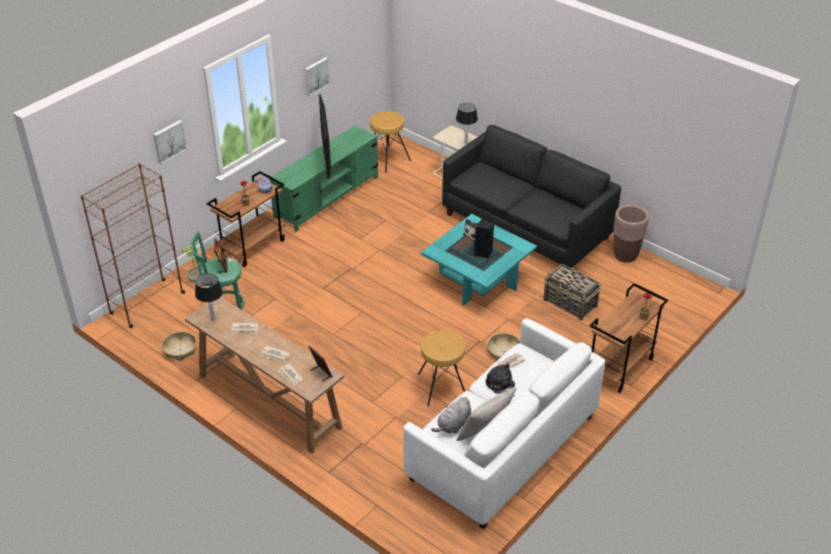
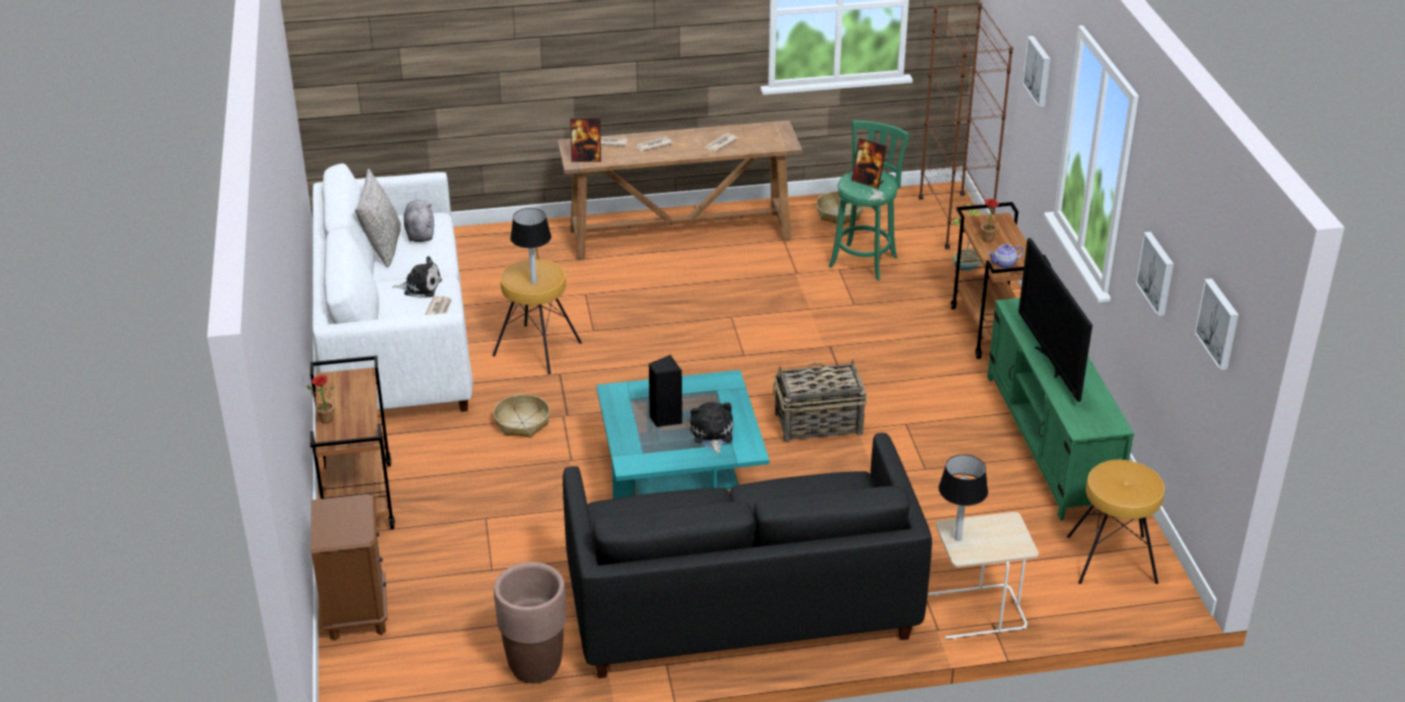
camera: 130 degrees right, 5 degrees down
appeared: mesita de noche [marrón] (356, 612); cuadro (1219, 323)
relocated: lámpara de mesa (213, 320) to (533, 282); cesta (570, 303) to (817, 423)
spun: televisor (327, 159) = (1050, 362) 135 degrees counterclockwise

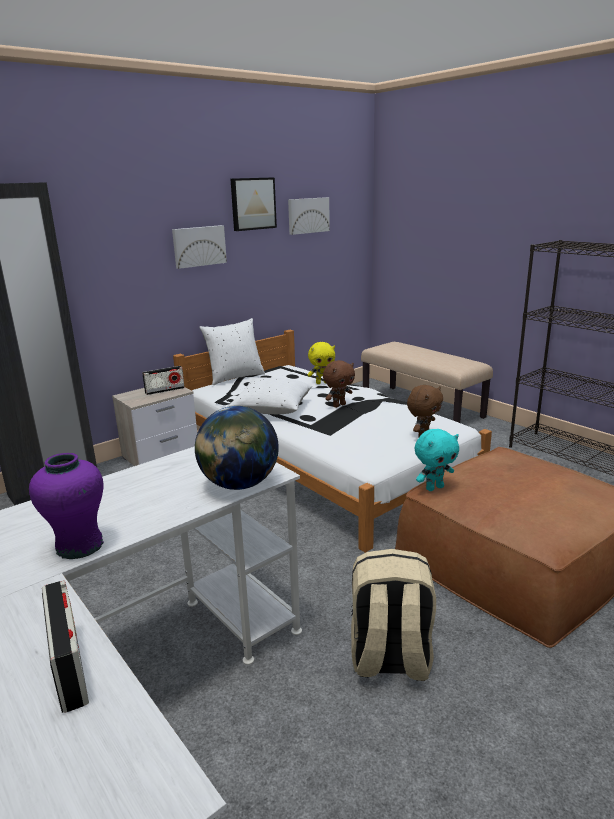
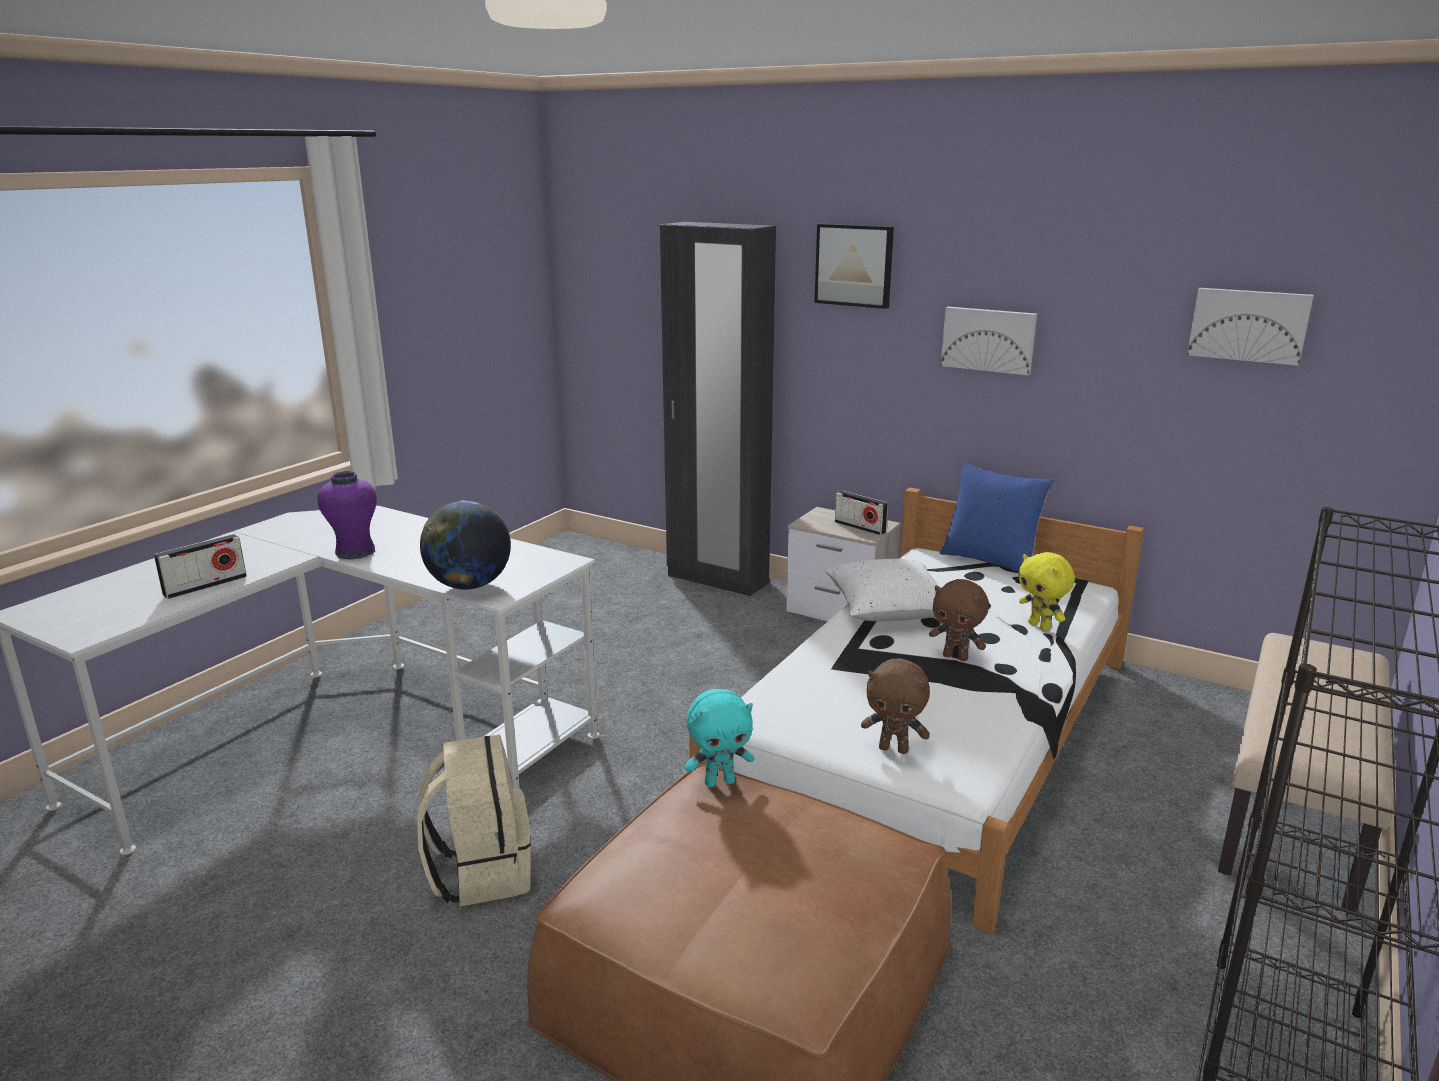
camera: 70 degrees right, 0 degrees up
relocated: cuadro (252, 204) to (854, 265)
colour: cojín [blanco] (235, 377) to cojín [azul] (990, 560)
spun: peluche [turquesa] (434, 487) = (720, 782) 60 degrees counterclockwise

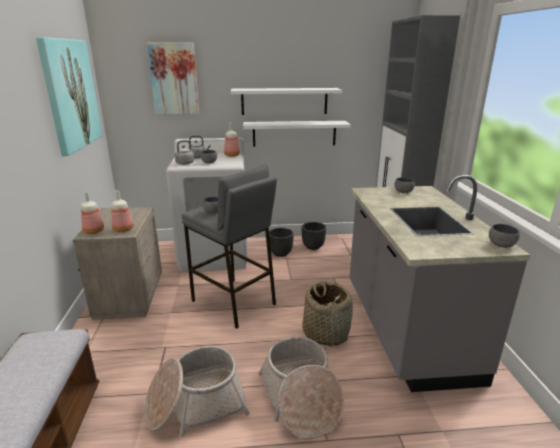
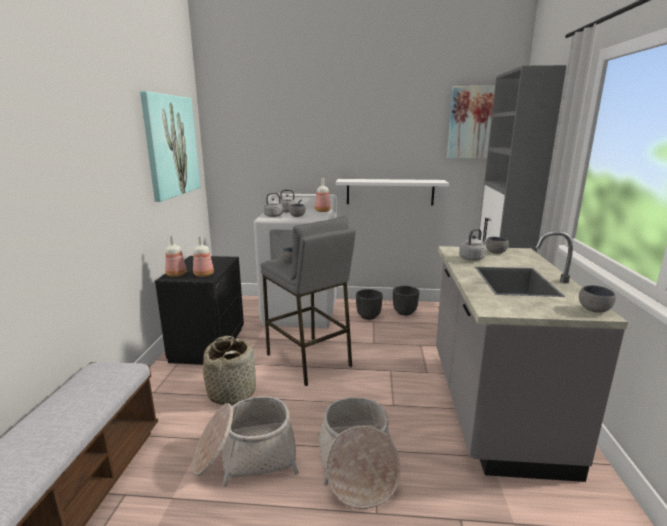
camera: 10 degrees right, 5 degrees down
missing: estante [blanco] (284, 101)
appeared: hervidor [gris] (472, 258)
relocated: cesta (326, 333) to (232, 393); cuadro (174, 79) to (472, 123)
colour: mesita de noche [beis] (128, 296) to mesita de noche [negro] (207, 345)

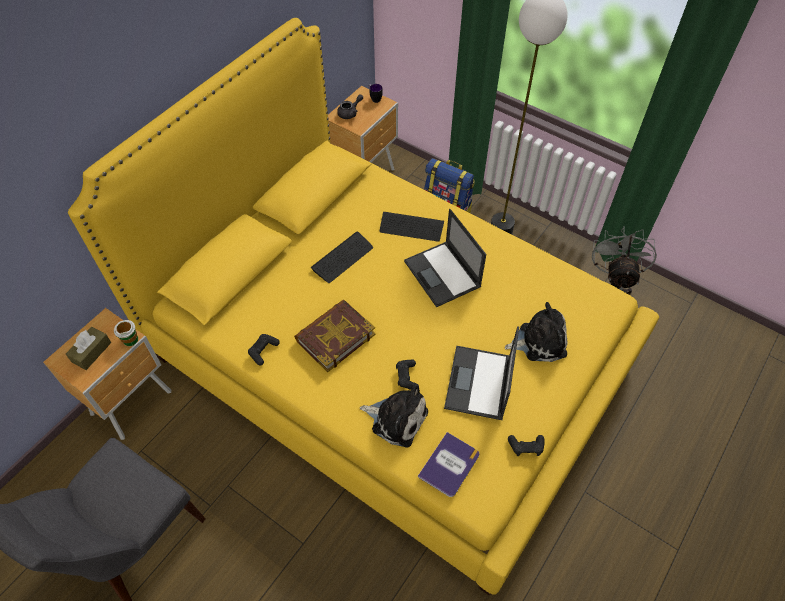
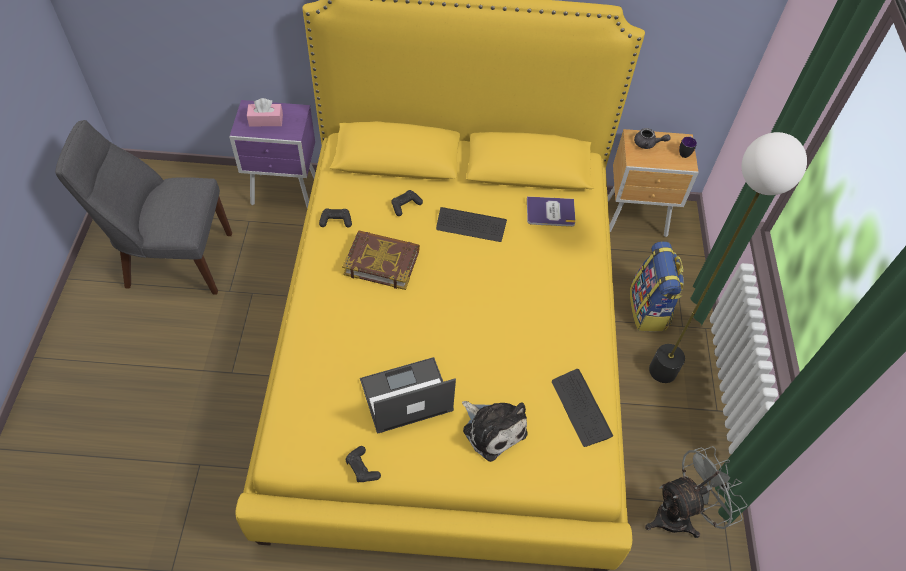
camera: 55 degrees right, 0 degrees up
missing: taza (130, 339); peluche (396, 418); portátil (443, 274)
relocated: mando de consola [negro] (407, 377) to (405, 205); libro (449, 465) to (550, 212); teclado (411, 227) to (581, 408)
colour: mesita de noche [marrón] (134, 402) to mesita de noche [morado] (286, 192); caja de pañuelos [marrón] (91, 352) to caja de pañuelos [rosa] (266, 120)

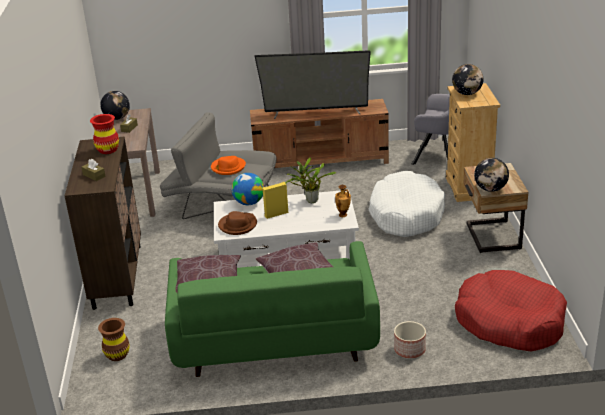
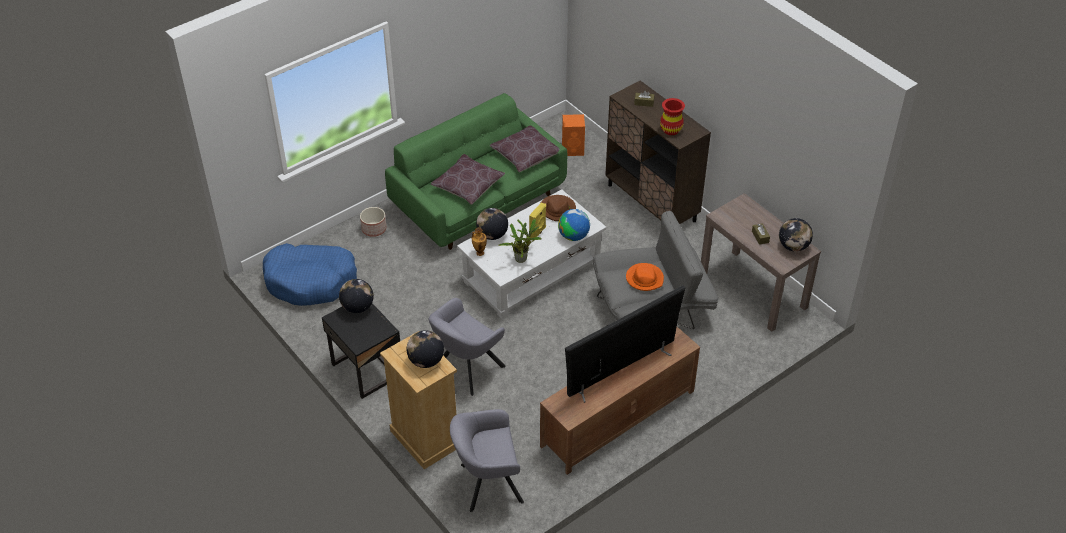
camera: 145 degrees right, 15 degrees up
appeared: globo terráqueo (492, 235)
exchanged: cama para perro [blanco] (406, 214) to sillón [gris] (466, 369); florero [marrón] (117, 355) to altavoz [naranja] (573, 149)
colour: cama para perro [rojo] (509, 322) to cama para perro [azul] (311, 281); mesita de noche [beis] (491, 237) to mesita de noche [negro] (366, 370)

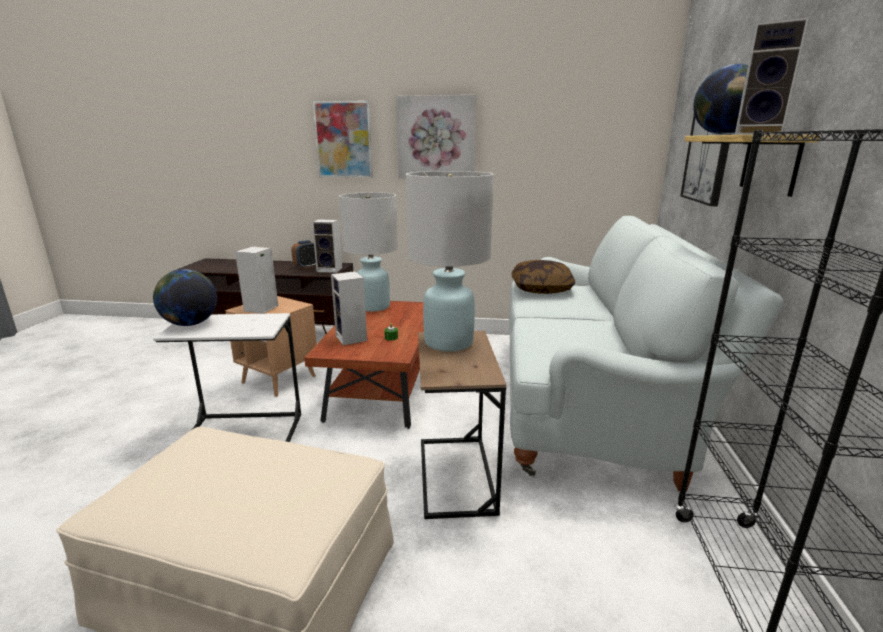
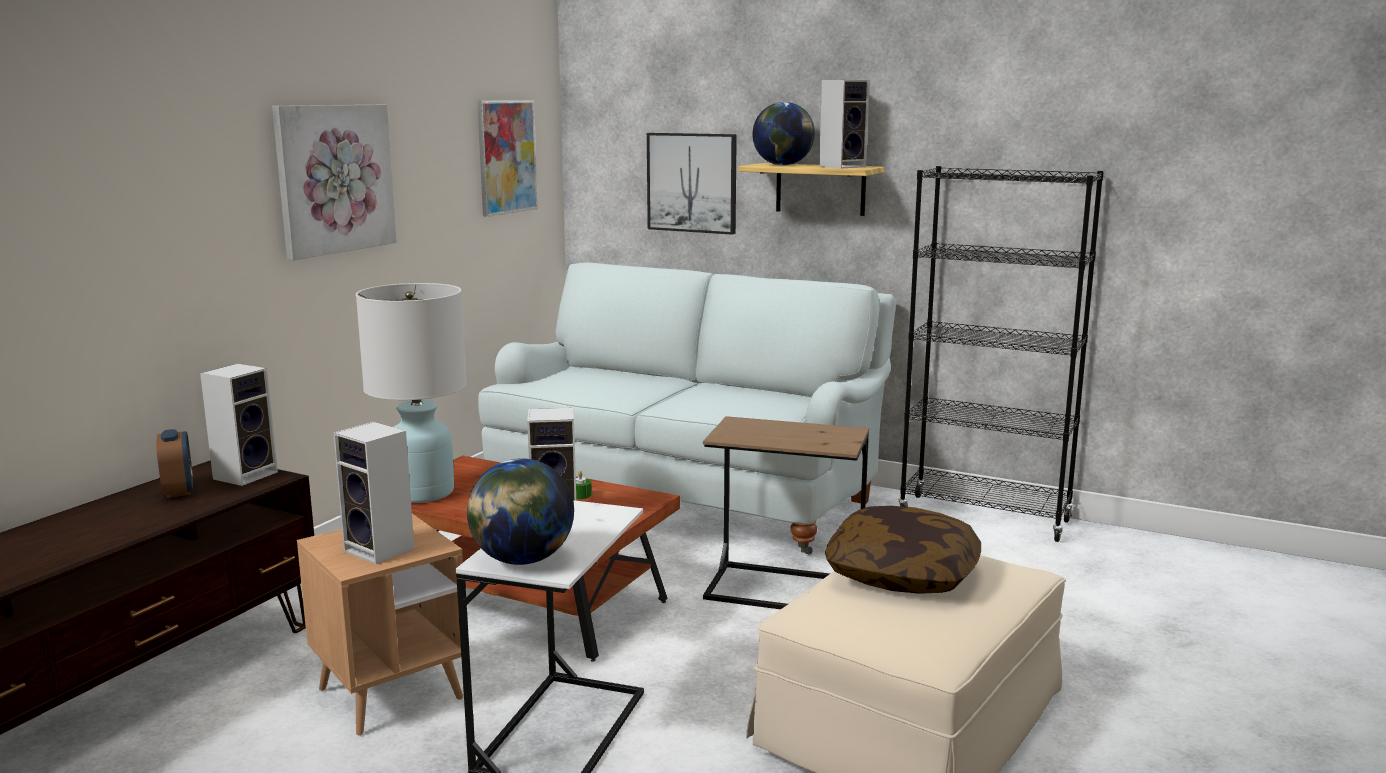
camera: 70 degrees left, 5 degrees down
missing: lámpara de mesa [blanco] (449, 342)
relocated: cuadro (343, 140) to (506, 157); cojín (541, 289) to (902, 574)

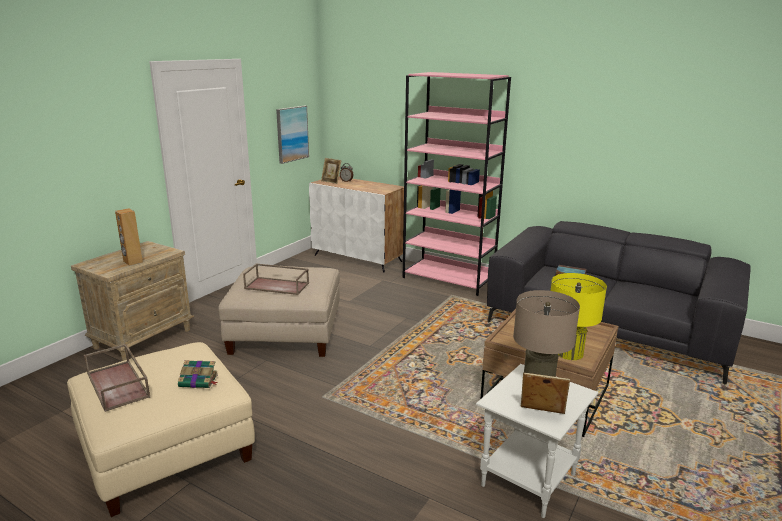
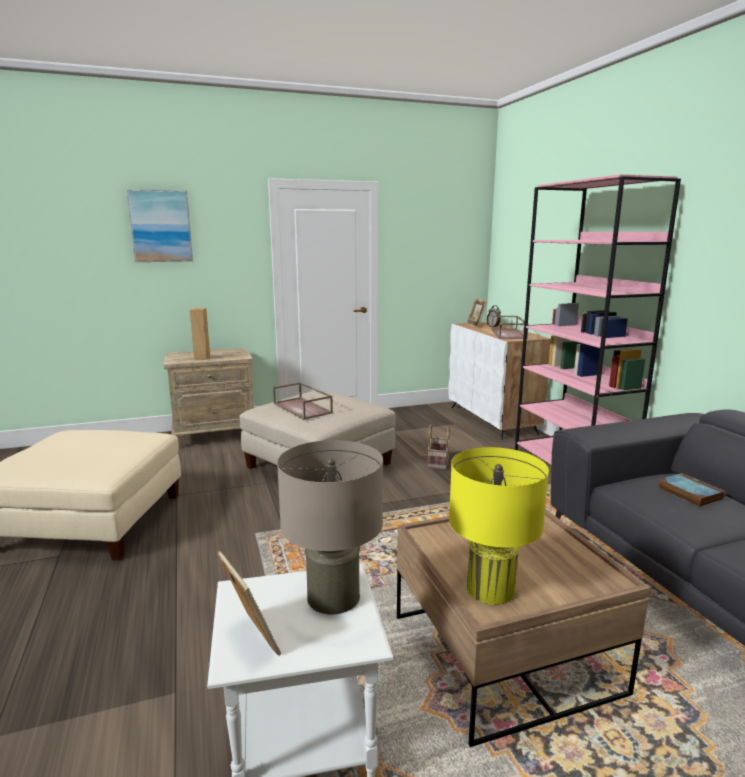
camera: 40 degrees right, 5 degrees down
missing: libro (199, 381)
appeared: cesta (437, 462)
relocated: cuadro (292, 134) to (160, 226); bandeja [marrón] (119, 385) to (509, 334)

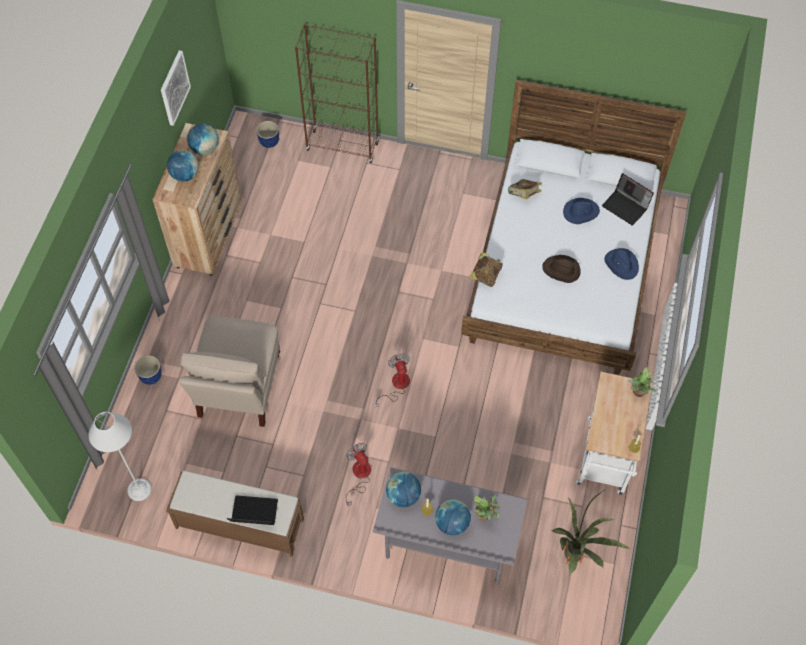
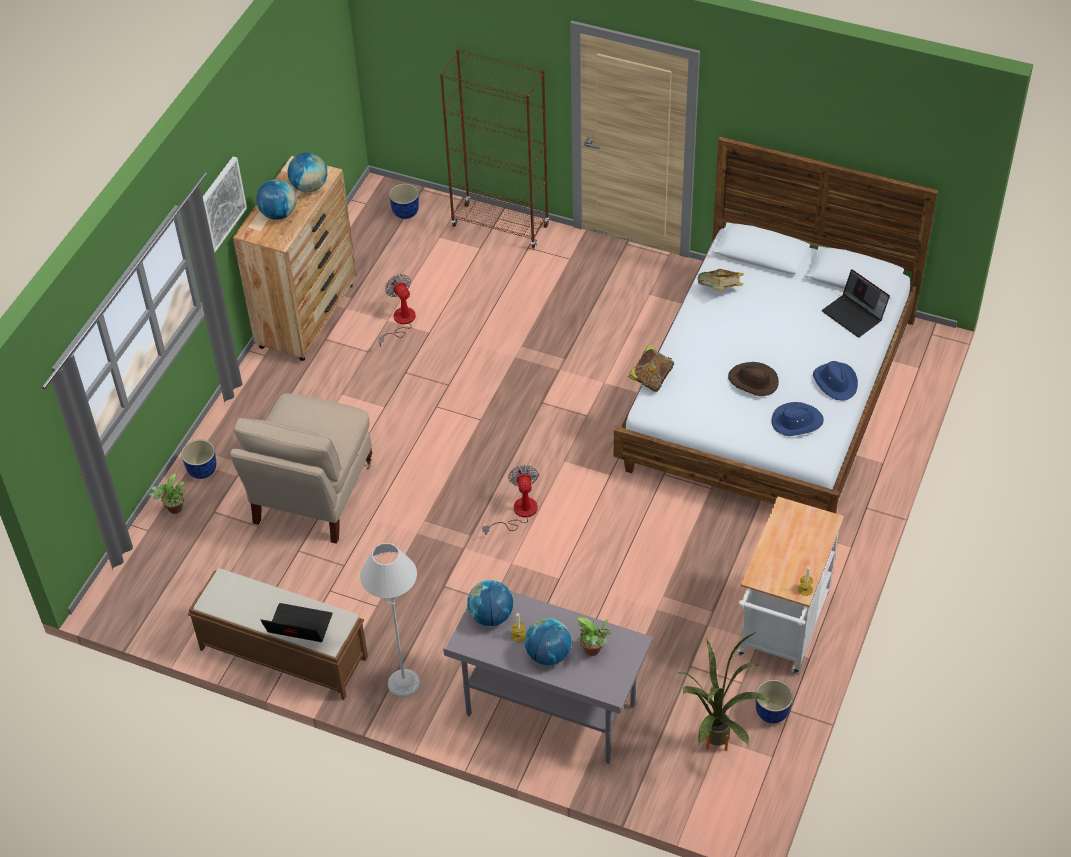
camera: 10 degrees right, 10 degrees down
appeared: maceta (771, 713)
relocated: planta en maceta (638, 393) to (174, 509); cuadro (174, 88) to (221, 204); lámpara de pie [gris] (139, 489) to (404, 683); ventilador (359, 476) to (400, 322); sombrero [azul] (581, 212) to (796, 421)

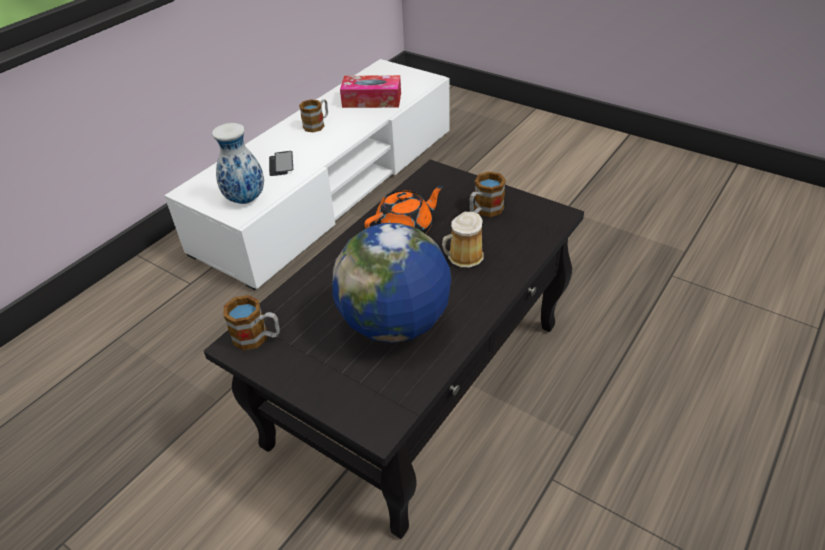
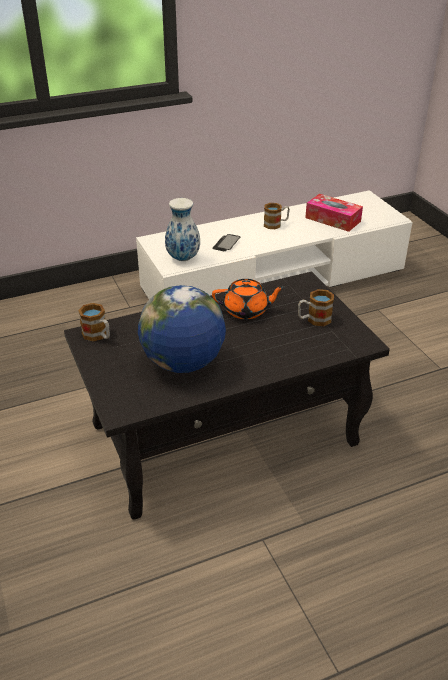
camera: 30 degrees right, 5 degrees down
missing: taza grande (463, 257)

